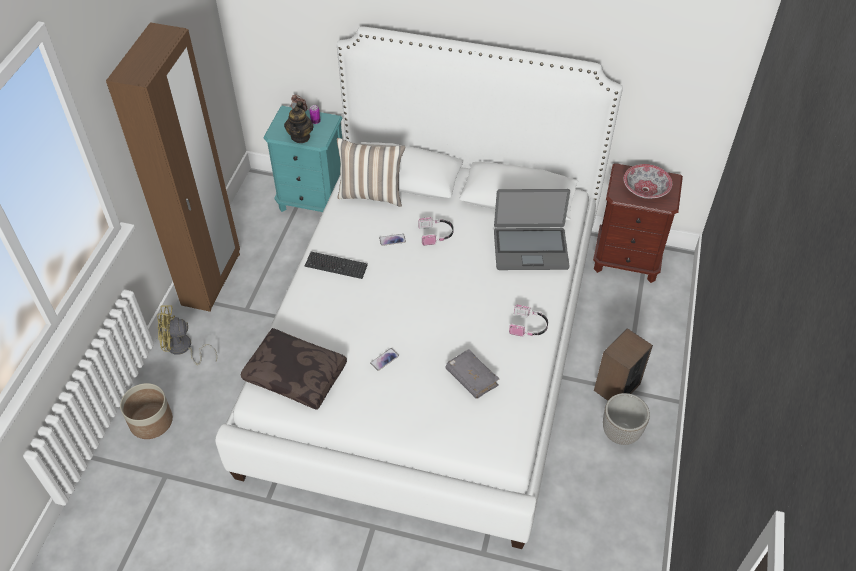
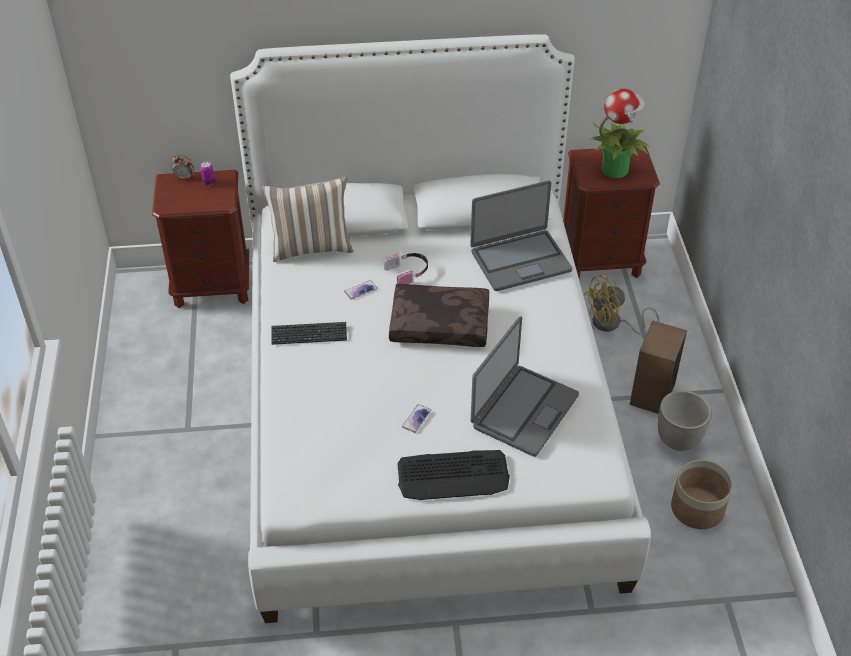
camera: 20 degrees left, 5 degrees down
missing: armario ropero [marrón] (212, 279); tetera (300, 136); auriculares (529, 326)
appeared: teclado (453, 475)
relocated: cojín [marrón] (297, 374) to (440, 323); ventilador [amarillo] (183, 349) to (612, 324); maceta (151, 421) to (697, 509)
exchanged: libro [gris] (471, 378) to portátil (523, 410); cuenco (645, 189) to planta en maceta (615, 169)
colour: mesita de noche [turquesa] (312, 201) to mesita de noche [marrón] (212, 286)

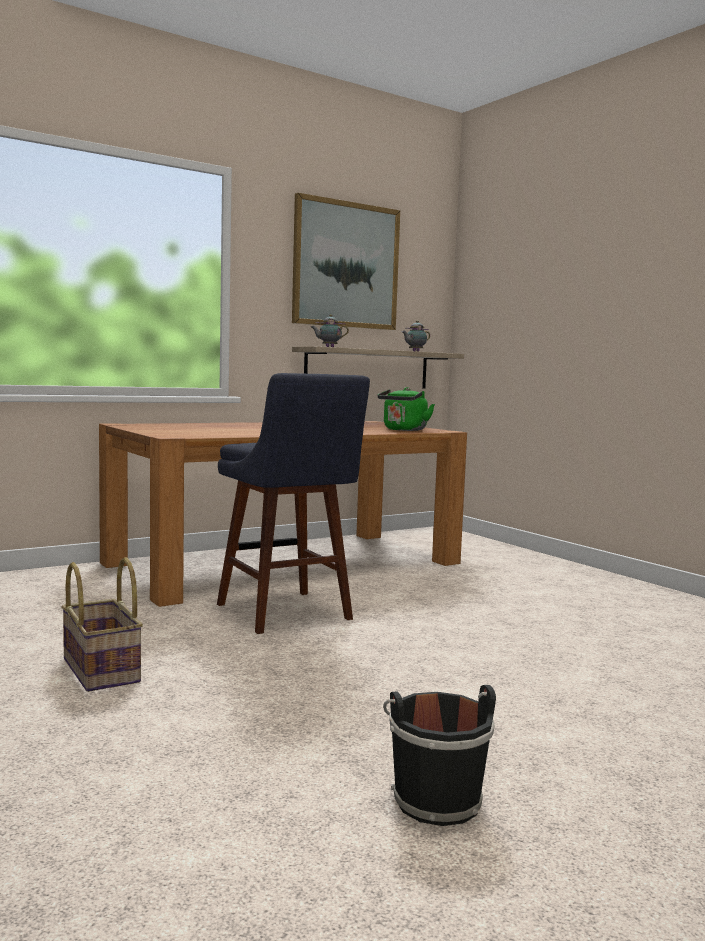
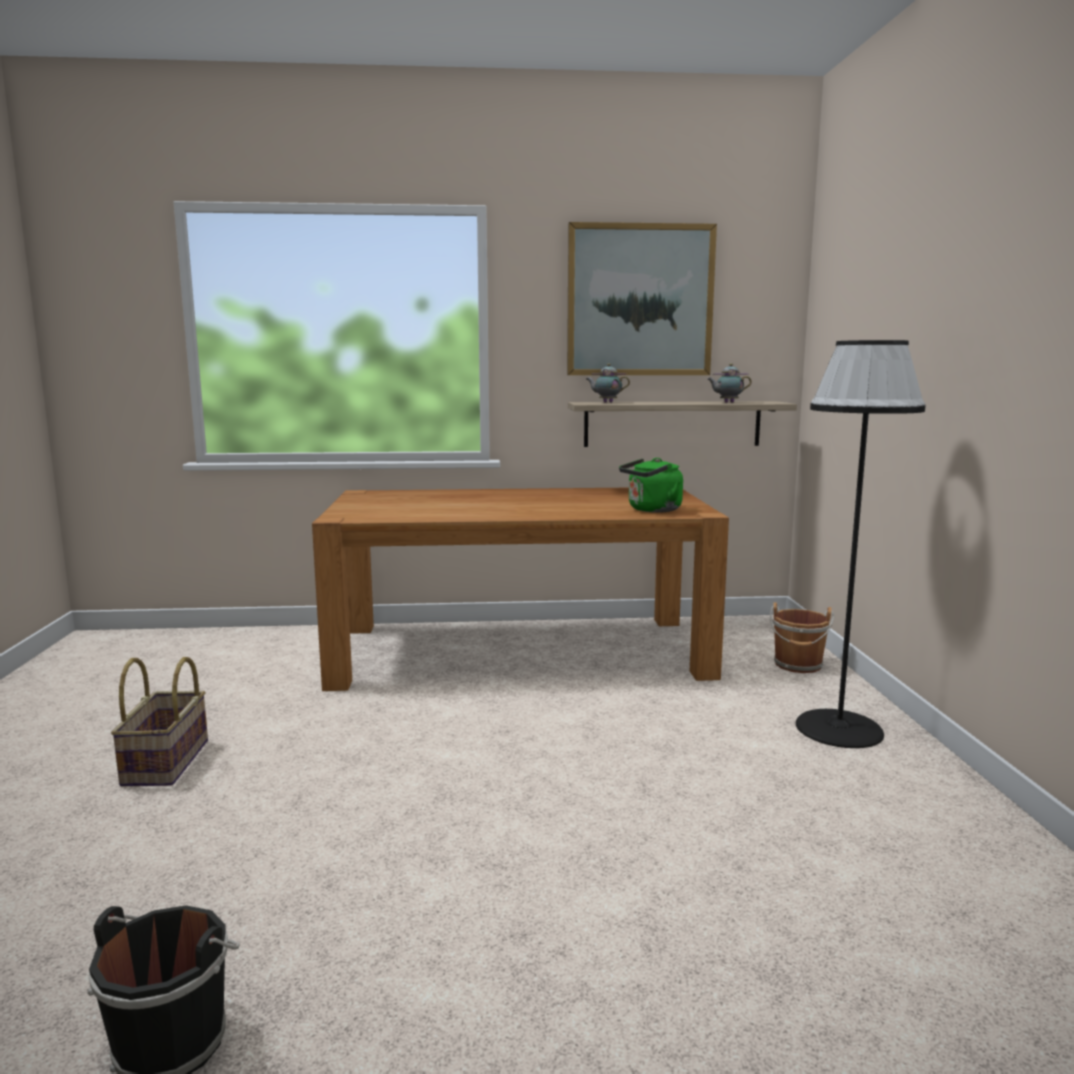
camera: 30 degrees right, 5 degrees up
missing: taburete [azul] (287, 614)
appeared: cubo [marrón] (798, 665); lámpara de pie [negro] (839, 729)

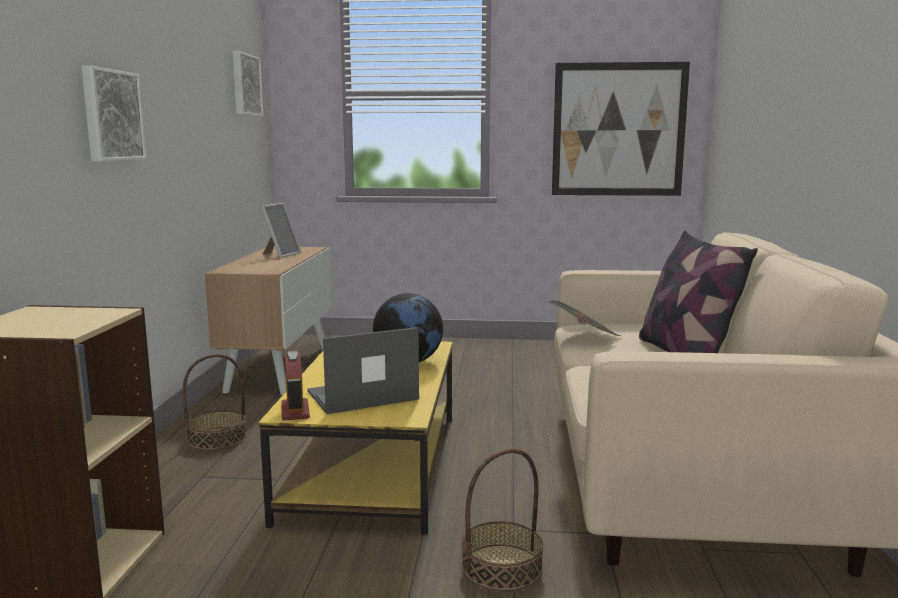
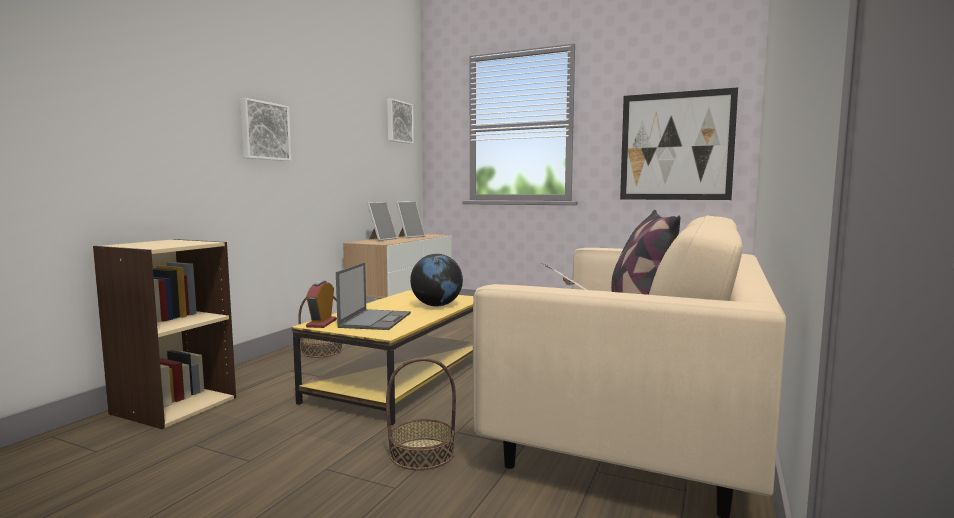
camera: 20 degrees right, 5 degrees down
appeared: portarretratos (381, 239)
spun: portátil (361, 396) = (375, 320) 105 degrees clockwise

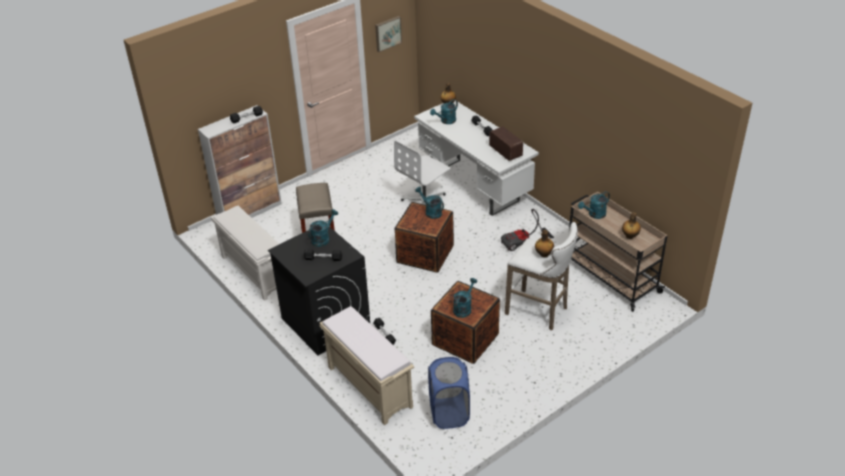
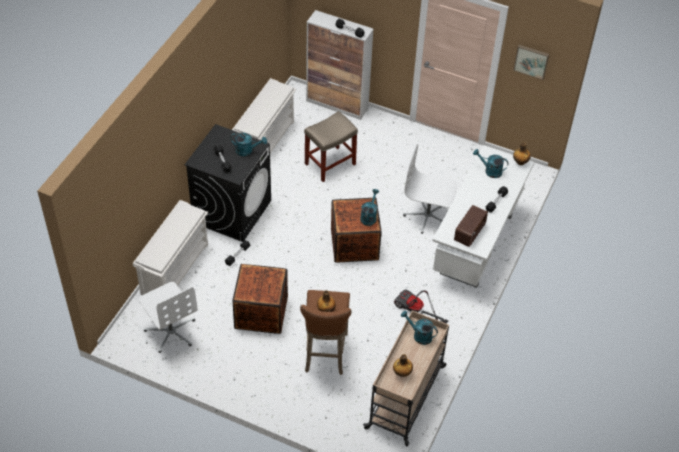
camera: 60 degrees right, 10 degrees up
missing: regadera [turquesa] (464, 308)
exchanged: banco [beis] (368, 386) to zapatero [blanco] (175, 268); cesto de la ropa [azul] (449, 413) to silla de oficina [blanco] (171, 331)
colour: taburete [blanco] (539, 311) to taburete [marrón] (325, 355)

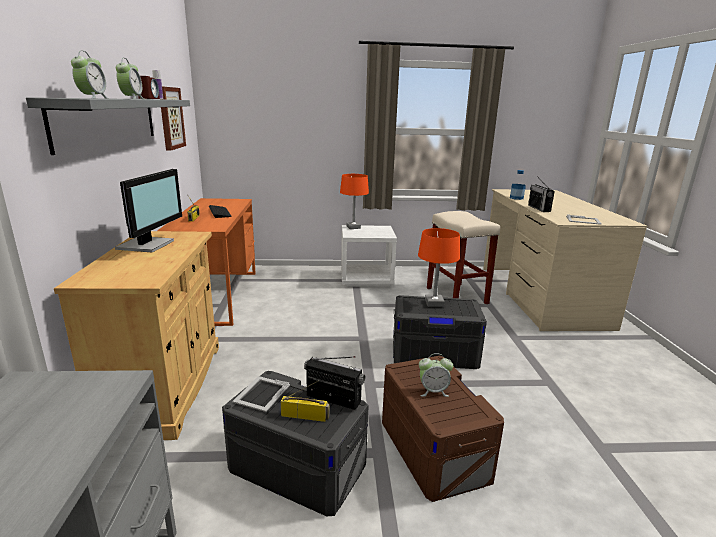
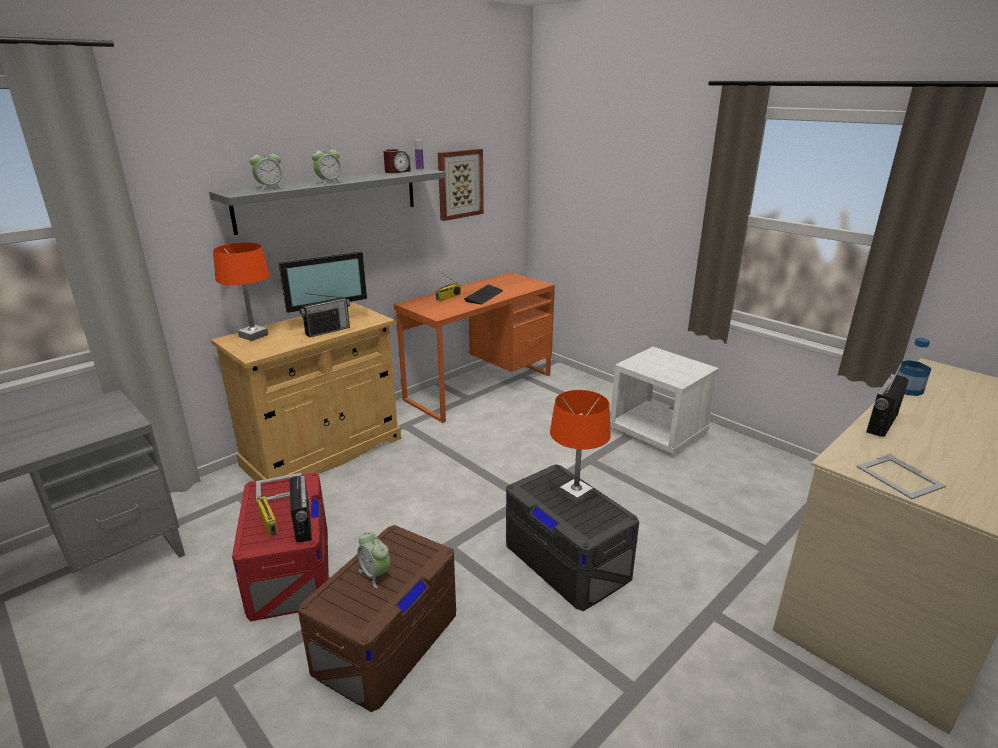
camera: 50 degrees right, 5 degrees up
missing: taburete [beis] (455, 295)
appeared: radio (327, 331)
relocated: lámpara de mesa [naranja] (353, 227) to (253, 335)
colour: caja de almacenaje [gris] (297, 466) to caja de almacenaje [rojo] (290, 569)

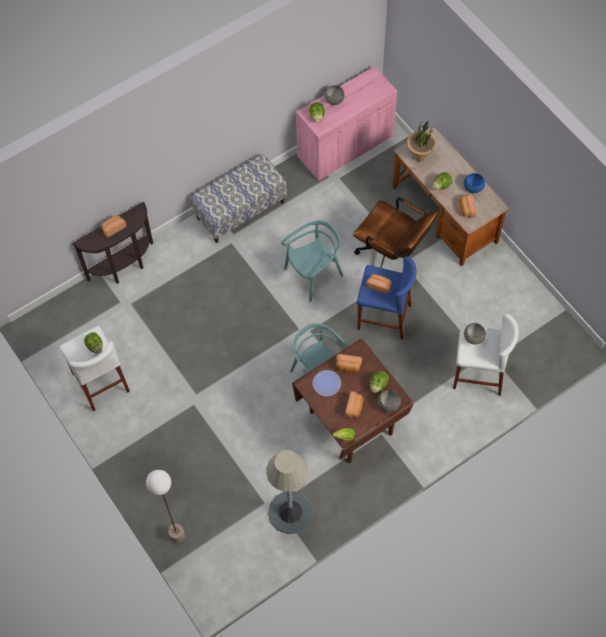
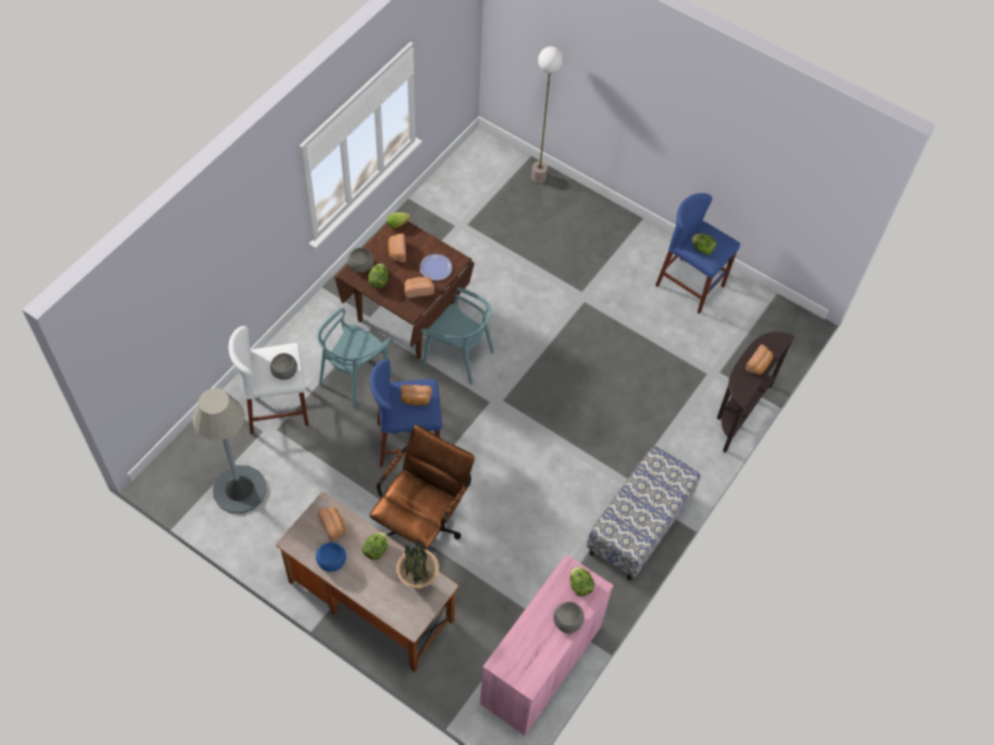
camera: 155 degrees right, 5 degrees down
relocated: lámpara de pie [gris] (290, 512) to (239, 489); silla [turquesa] (314, 274) to (354, 376)
colour: taburete [blanco] (100, 382) to taburete [azul] (690, 285)
spun: silla de oficina [marrón] (392, 256) = (422, 522) 105 degrees clockwise

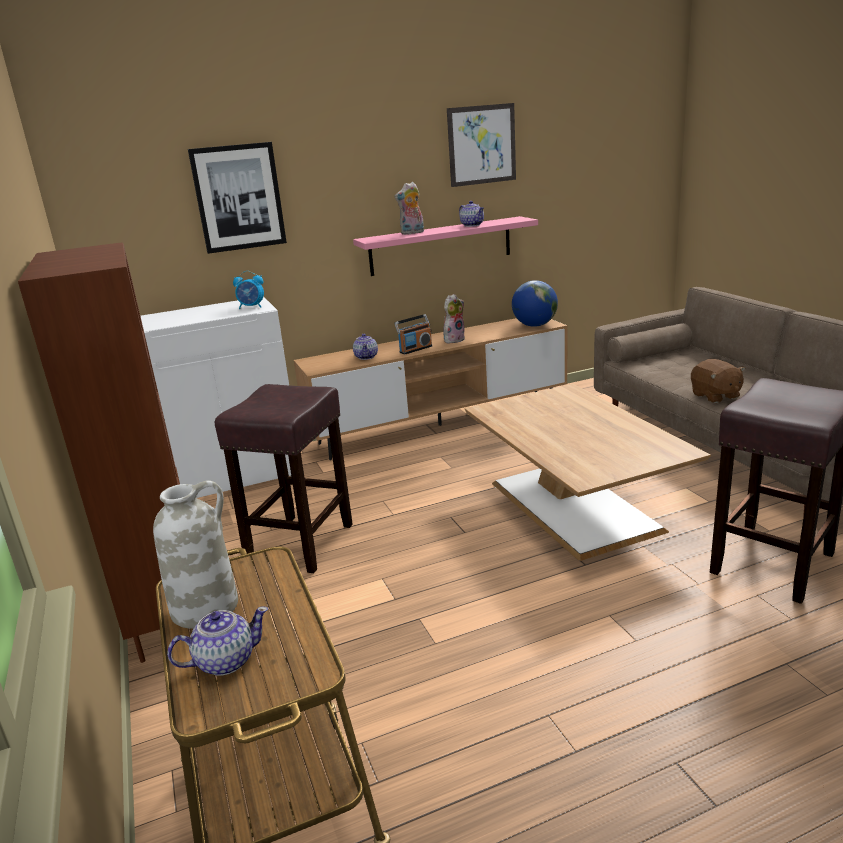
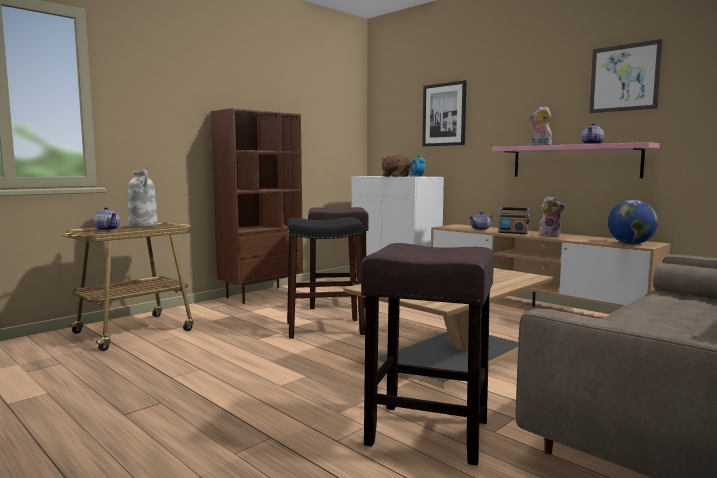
camera: 65 degrees right, 15 degrees down
appeared: taburete [negro] (325, 328)
relocated: peluche [marrón] (715, 396) to (395, 176)

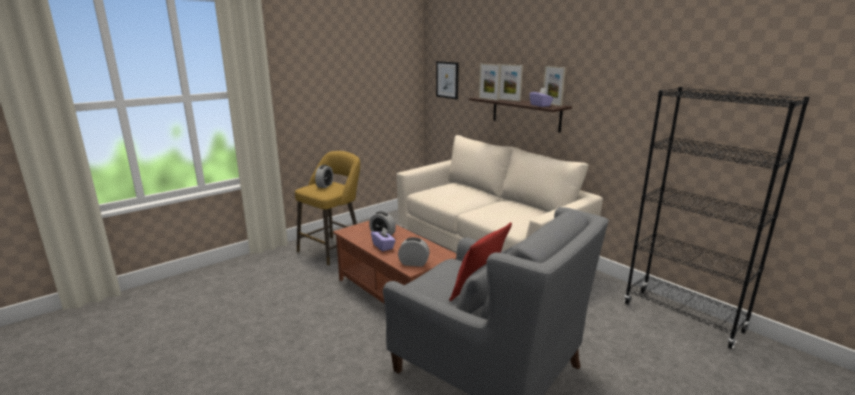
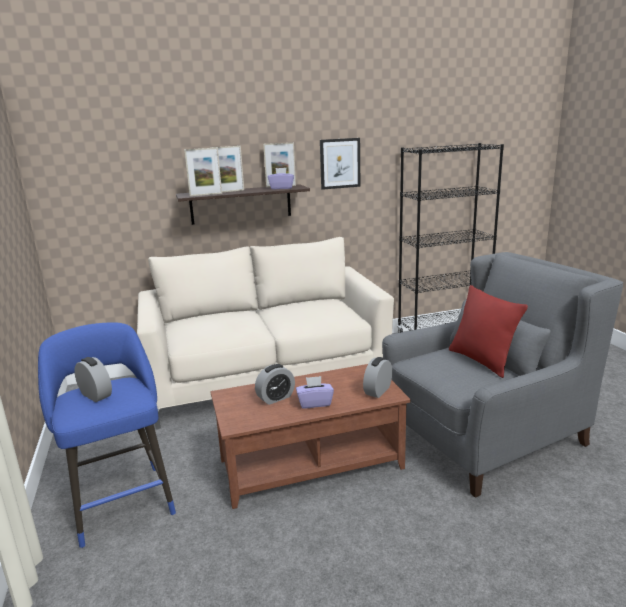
camera: 65 degrees left, 0 degrees up
relocated: cuadro (447, 80) to (340, 163)
colour: taburete [amarillo] (333, 249) to taburete [azul] (121, 500)

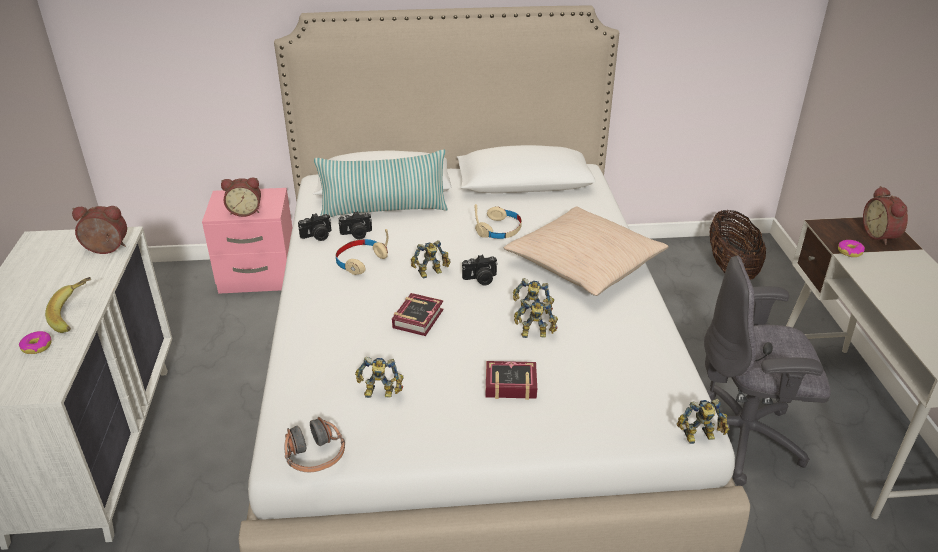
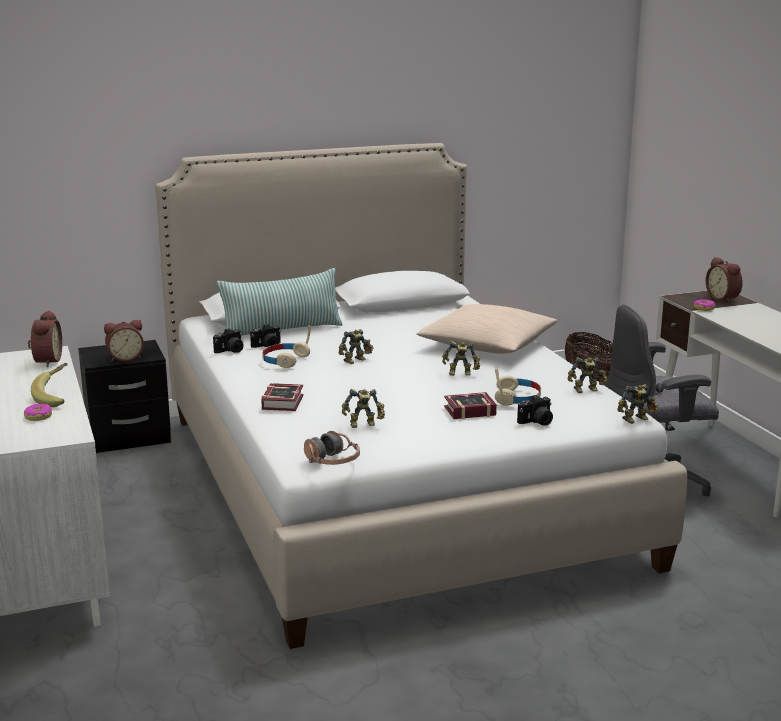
camera: 15 degrees left, 15 degrees down
relocated: libro (420, 318) to (284, 401); auriculares [beis] (500, 230) to (517, 398); cámara (480, 279) to (537, 422); robot de juguete (535, 334) to (587, 390)
colour: mesita de noche [rosa] (258, 277) to mesita de noche [negro] (128, 437)
spun: despertador (106, 250) = (46, 361) 105 degrees clockwise

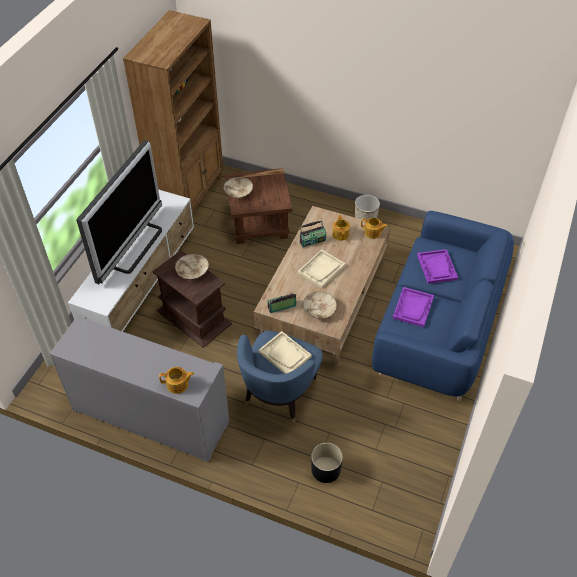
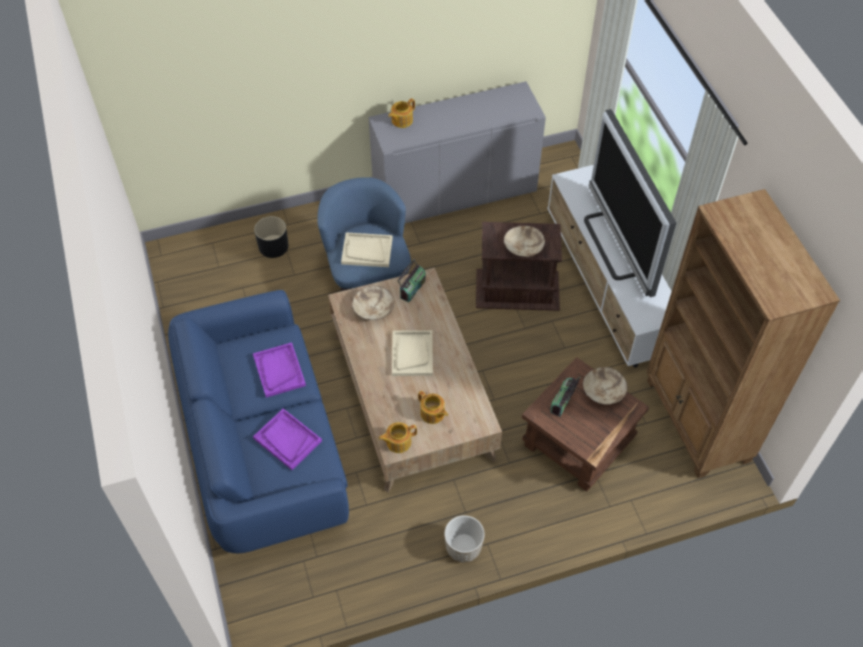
camera: 140 degrees right, 5 degrees up
relocated: radio (312, 241) to (563, 401)

